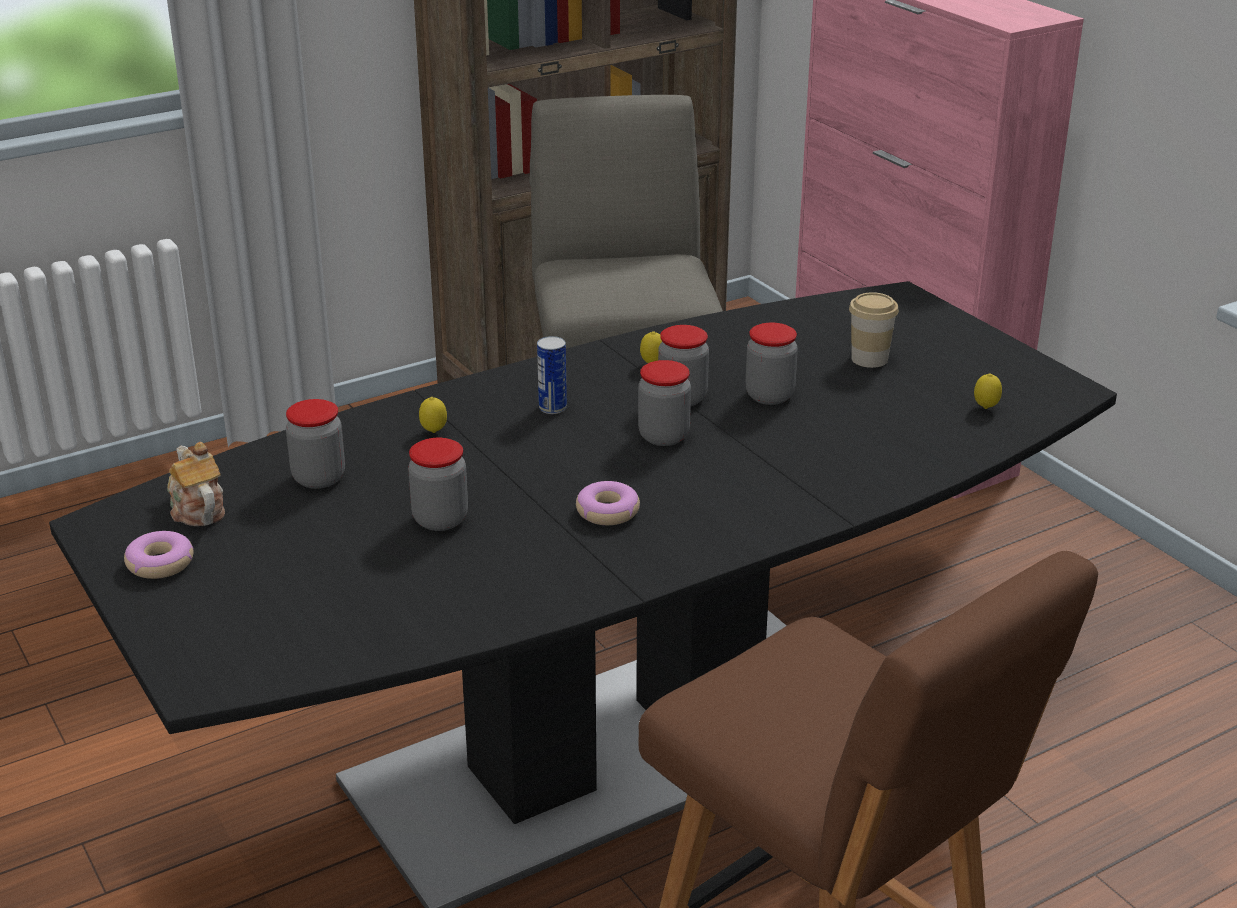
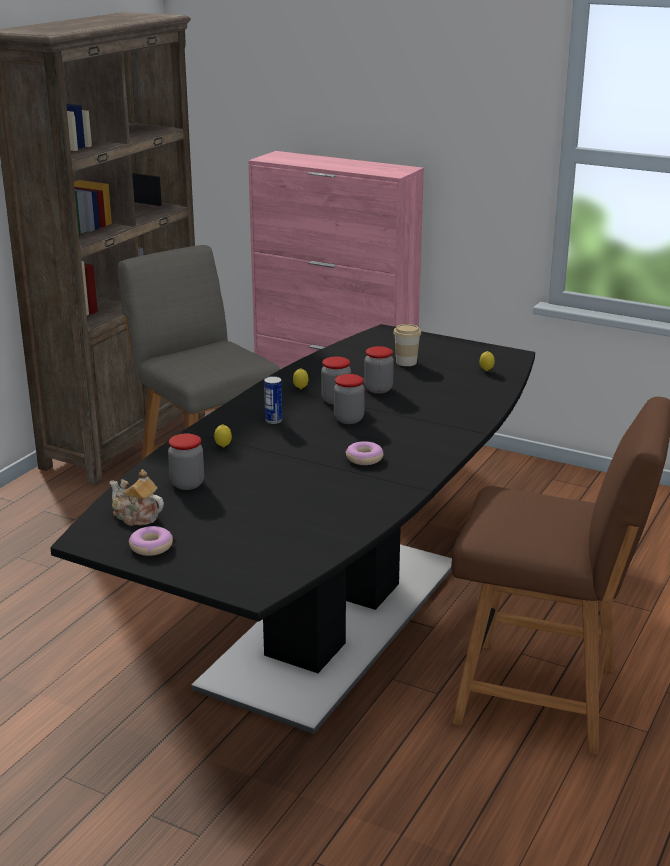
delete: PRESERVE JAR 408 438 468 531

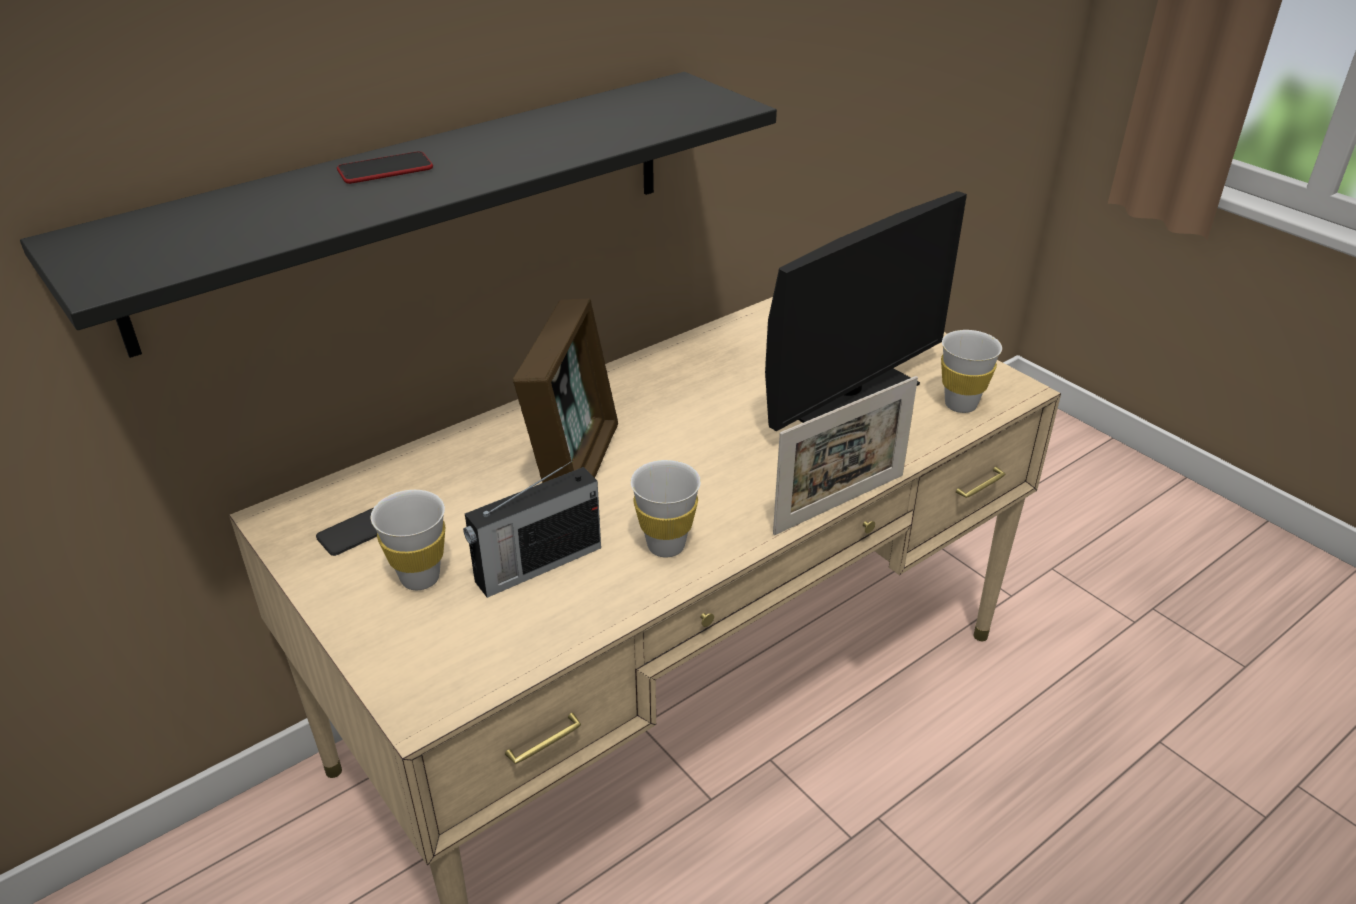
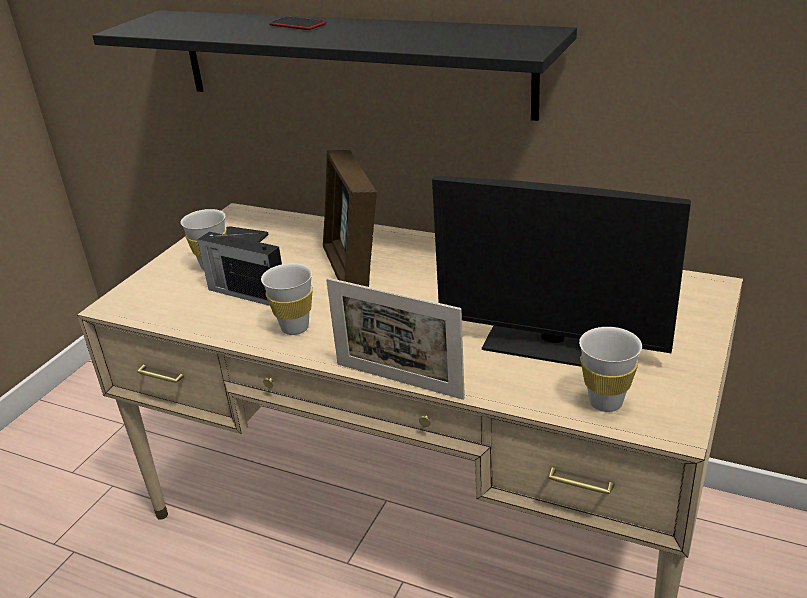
rotate: STANDING FRAME 513 298 618 483 = 323 150 377 287 90 degrees clockwise

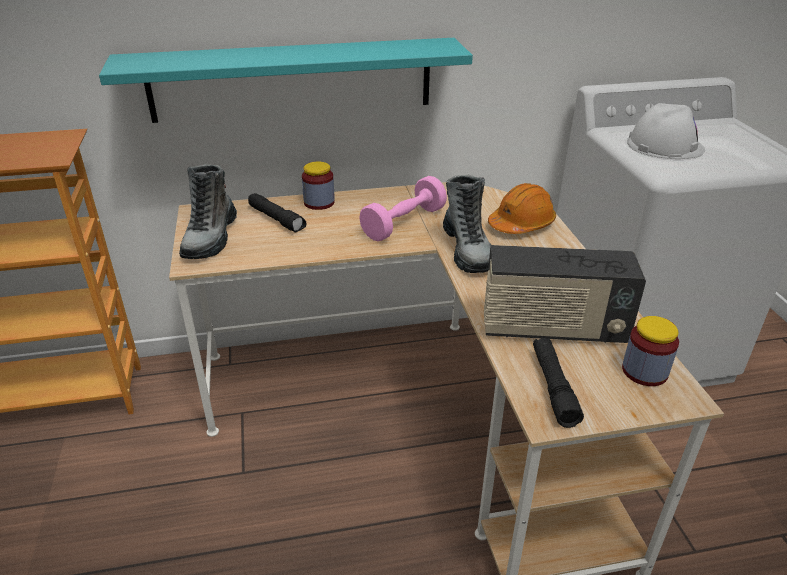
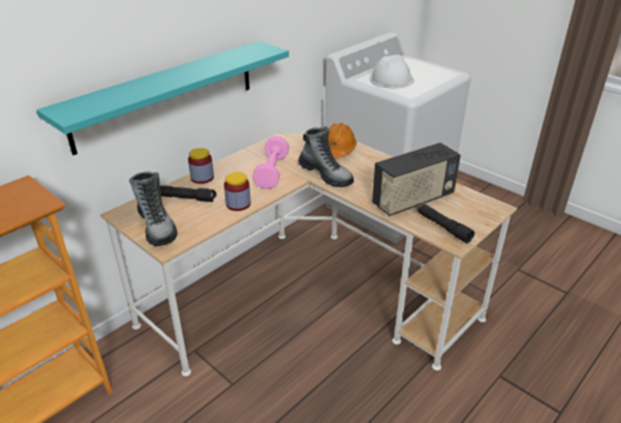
move: PRESERVE JAR 622 316 679 386 to 224 172 251 211

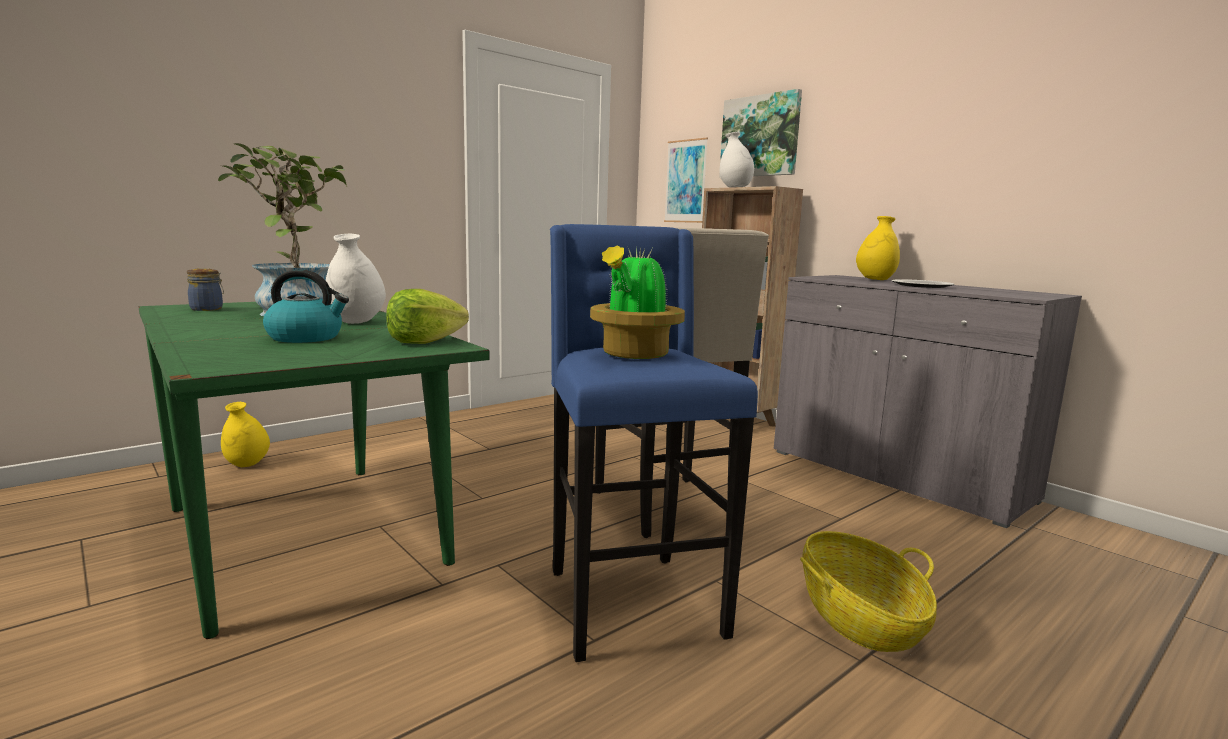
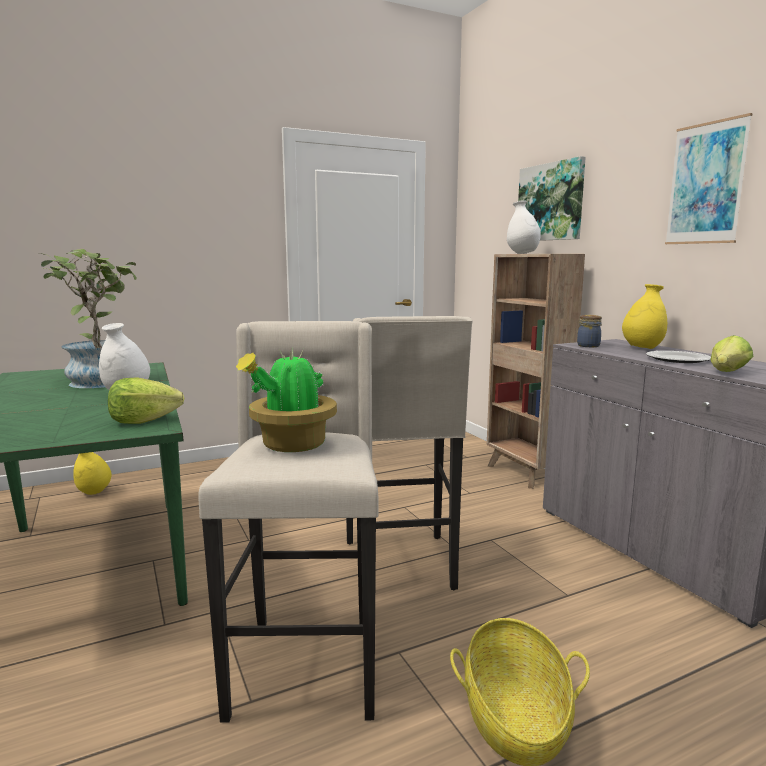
delete: KETTLE 263 270 349 343
insert: HEAD OF LETTUCE 710 335 753 372
move: PRESERVE JAR 187 268 224 311 to 577 315 602 347; PICTURE 664 138 708 223 to 665 113 753 244
recolor: BLUE-COLOURED STOOL SEAT 550 224 758 662 to BEIGE STOOL SEAT 198 321 378 722

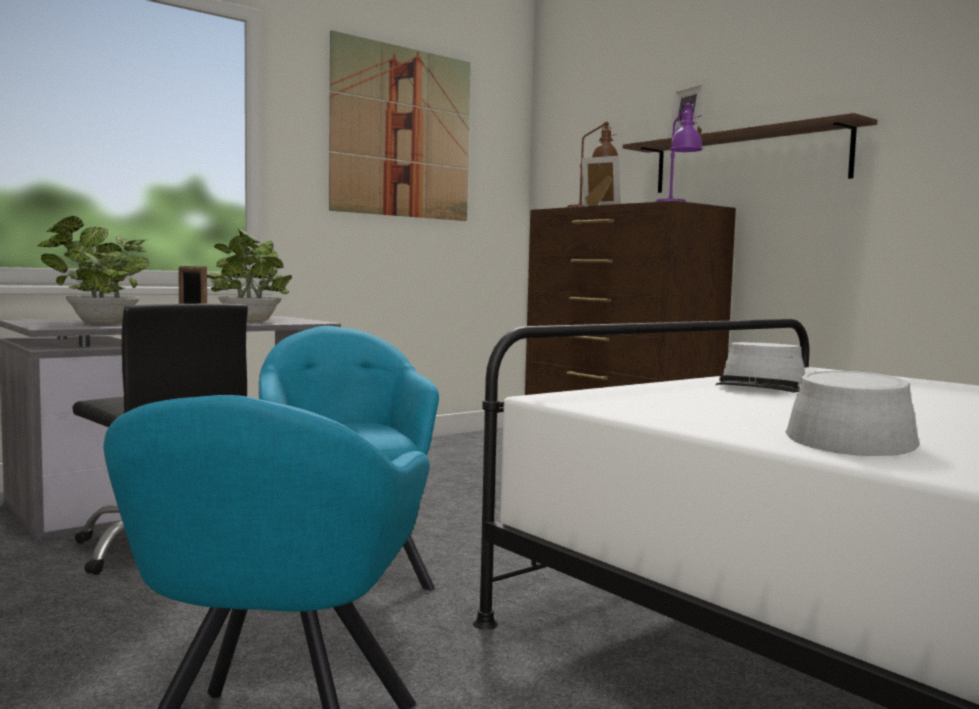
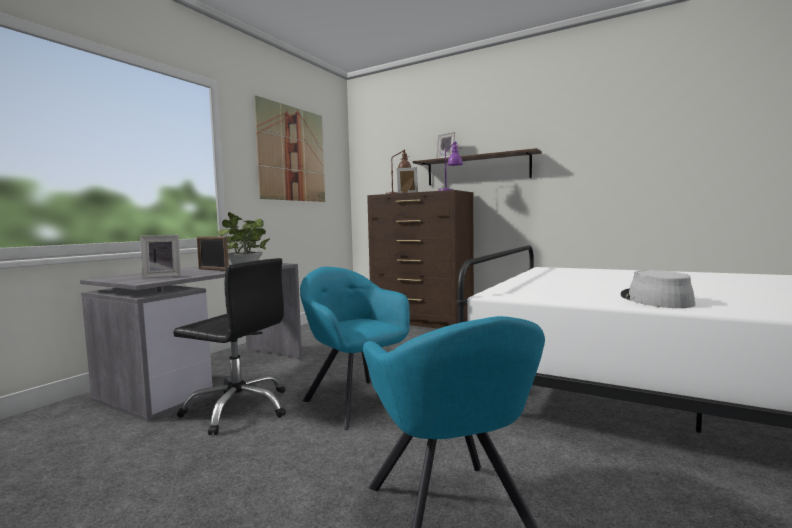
delete: GREYISH CLOTHING HAT 716 342 805 393
replace: POTTED PLANT 37 216 149 324 to STANDING FRAME 140 235 181 278

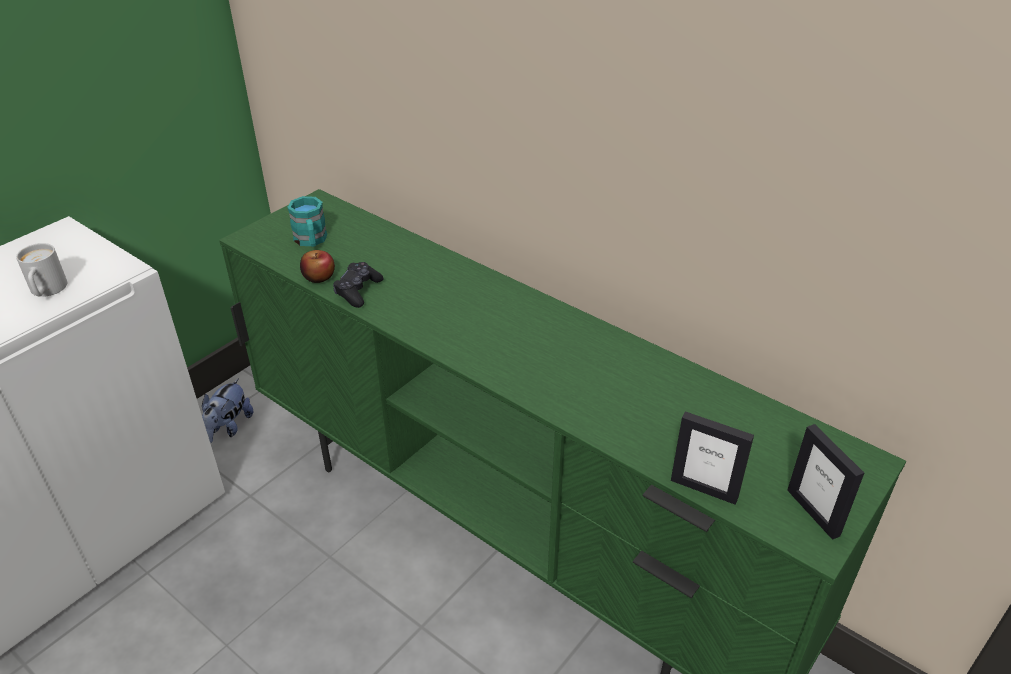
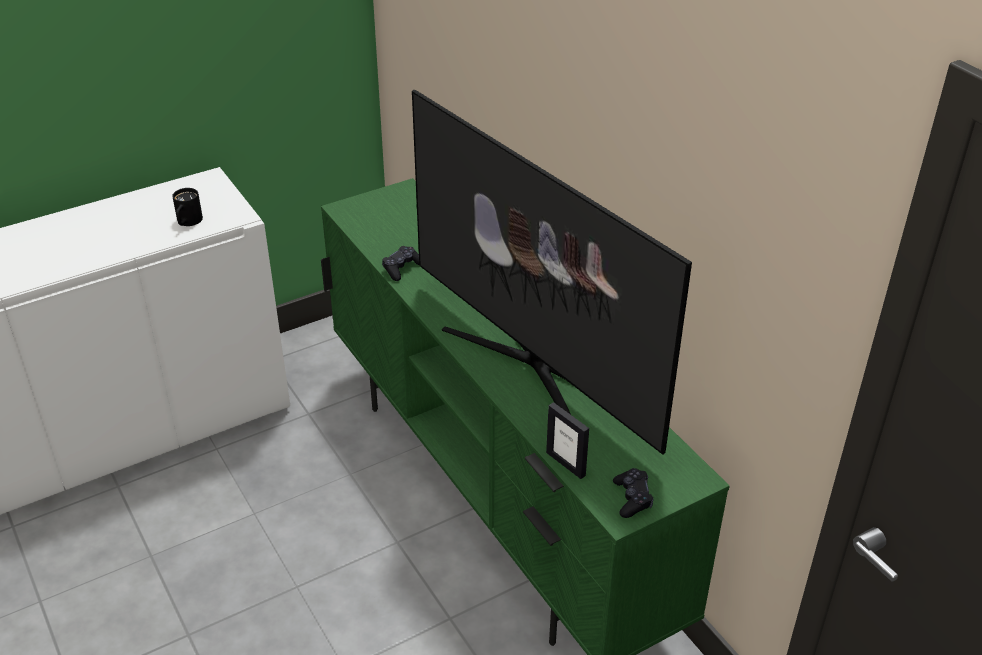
delete: CUDDLY TOY 202 378 254 443; BLUE-GREEN COFFEE MUG 287 196 327 247; WHOLE APPLE 300 250 335 283
insert: TV SET 412 90 692 455
replace: STANDING FRAME 787 424 864 540 to BLACKISH GAMEPAD 613 468 654 518
recolor: WHITE COFFEE MUG 16 243 67 297 to BLACKISH COFFEE MUG 172 188 203 226

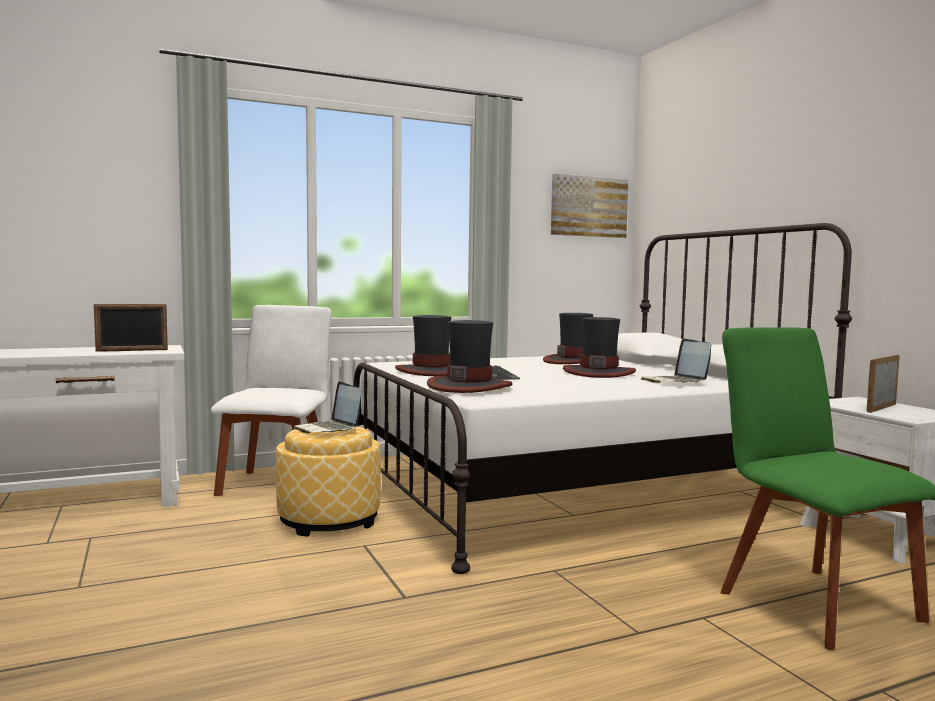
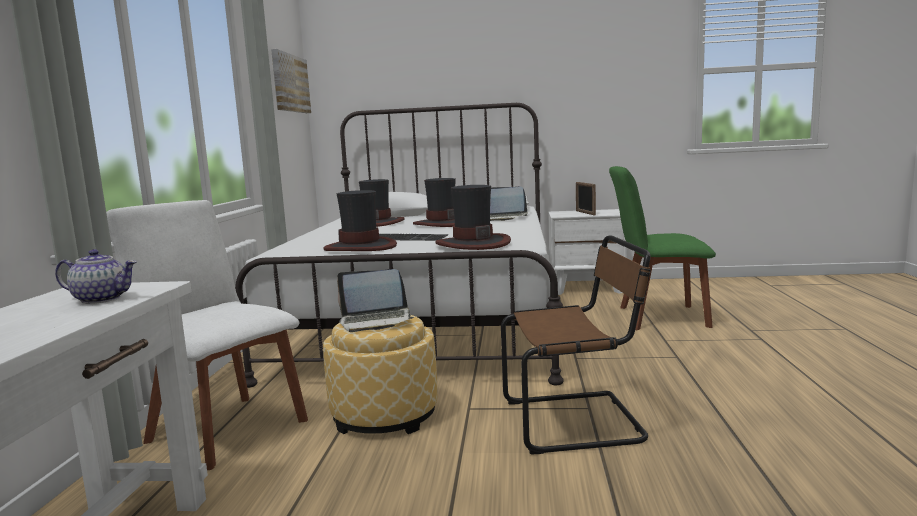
insert: BROWN-COLOURED CHAIR 501 235 651 454
replace: STANDING FRAME 94 304 168 352 to TEAPOT 55 249 137 304

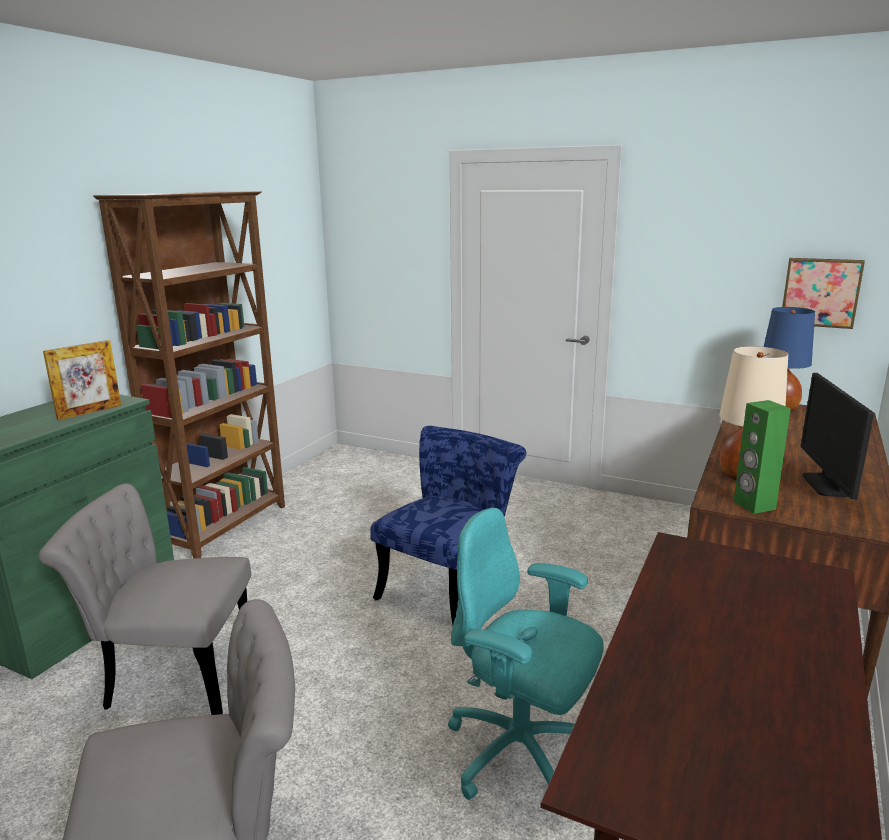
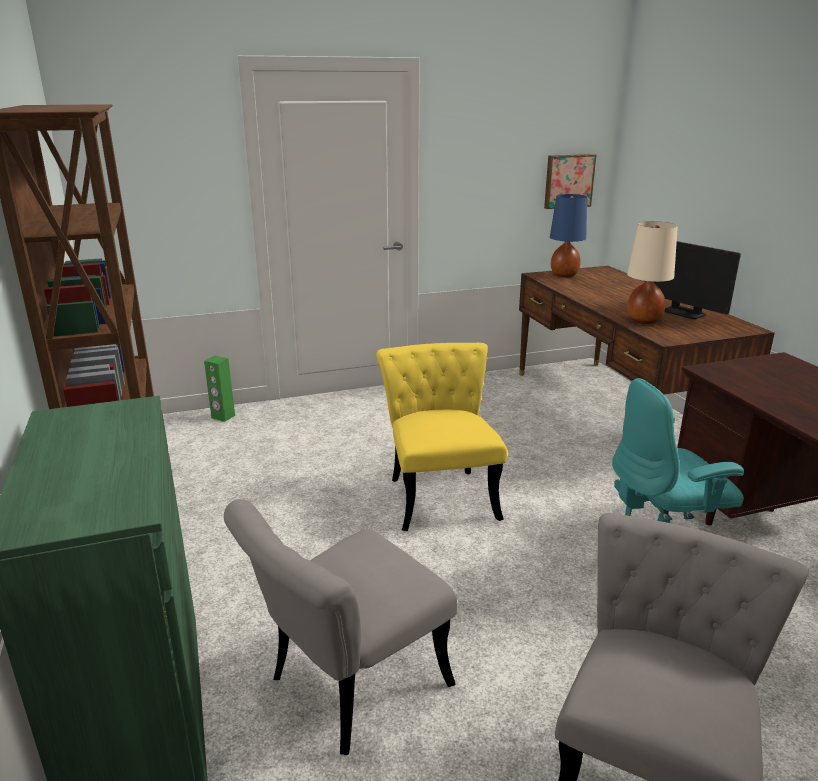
delete: STANDING FRAME 43 340 121 420
move: GREEN-COLOURED SPEAKER 733 400 791 514 to 204 356 235 422
recolor: BLUE-COLOURED CHAIR 370 426 526 625 to YELLOWISH CHAIR 376 343 507 531

